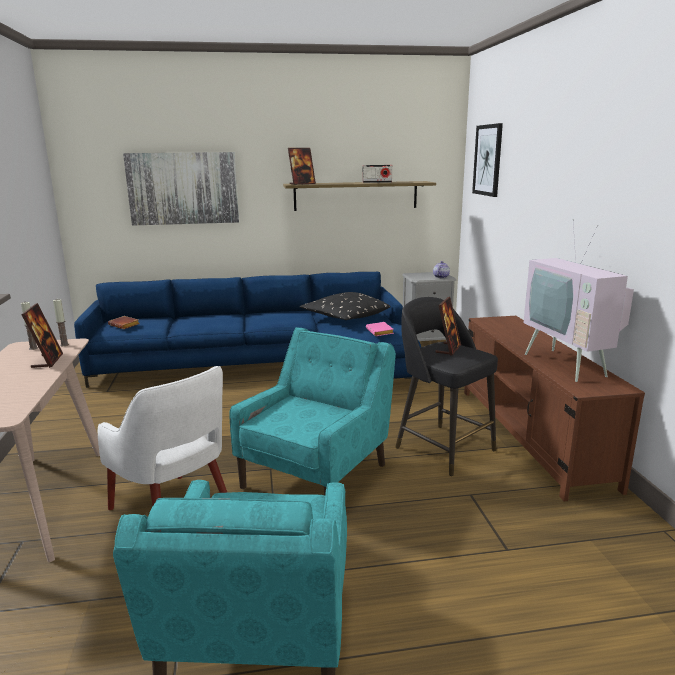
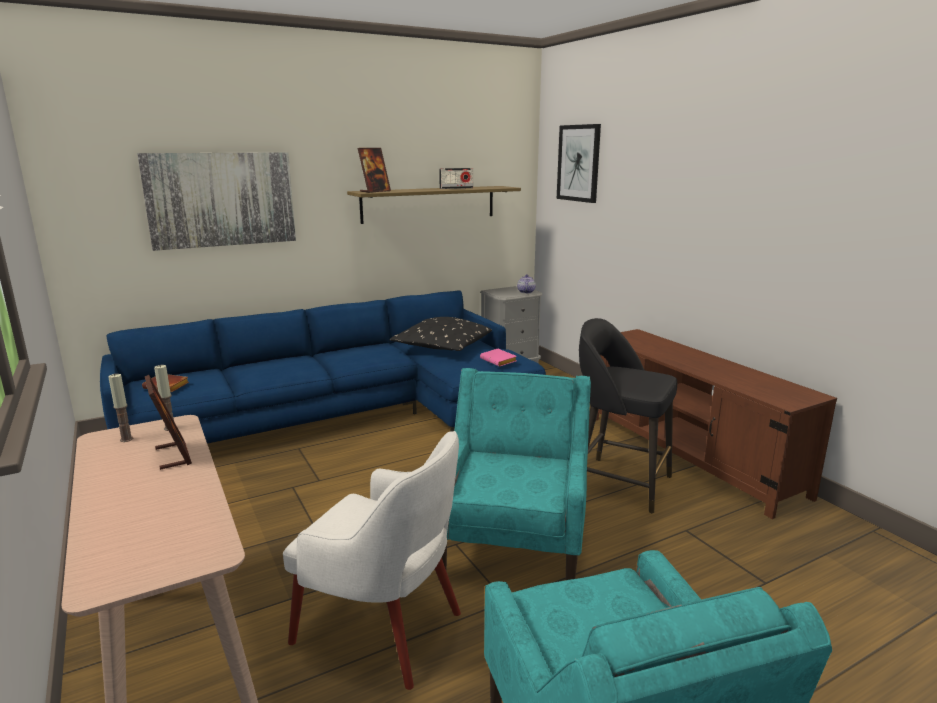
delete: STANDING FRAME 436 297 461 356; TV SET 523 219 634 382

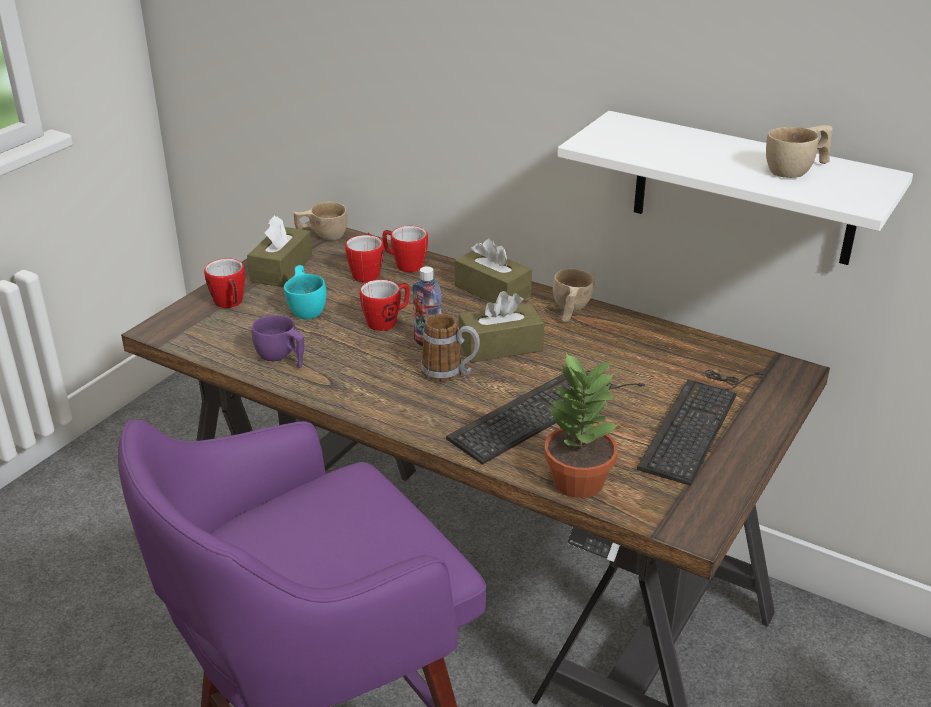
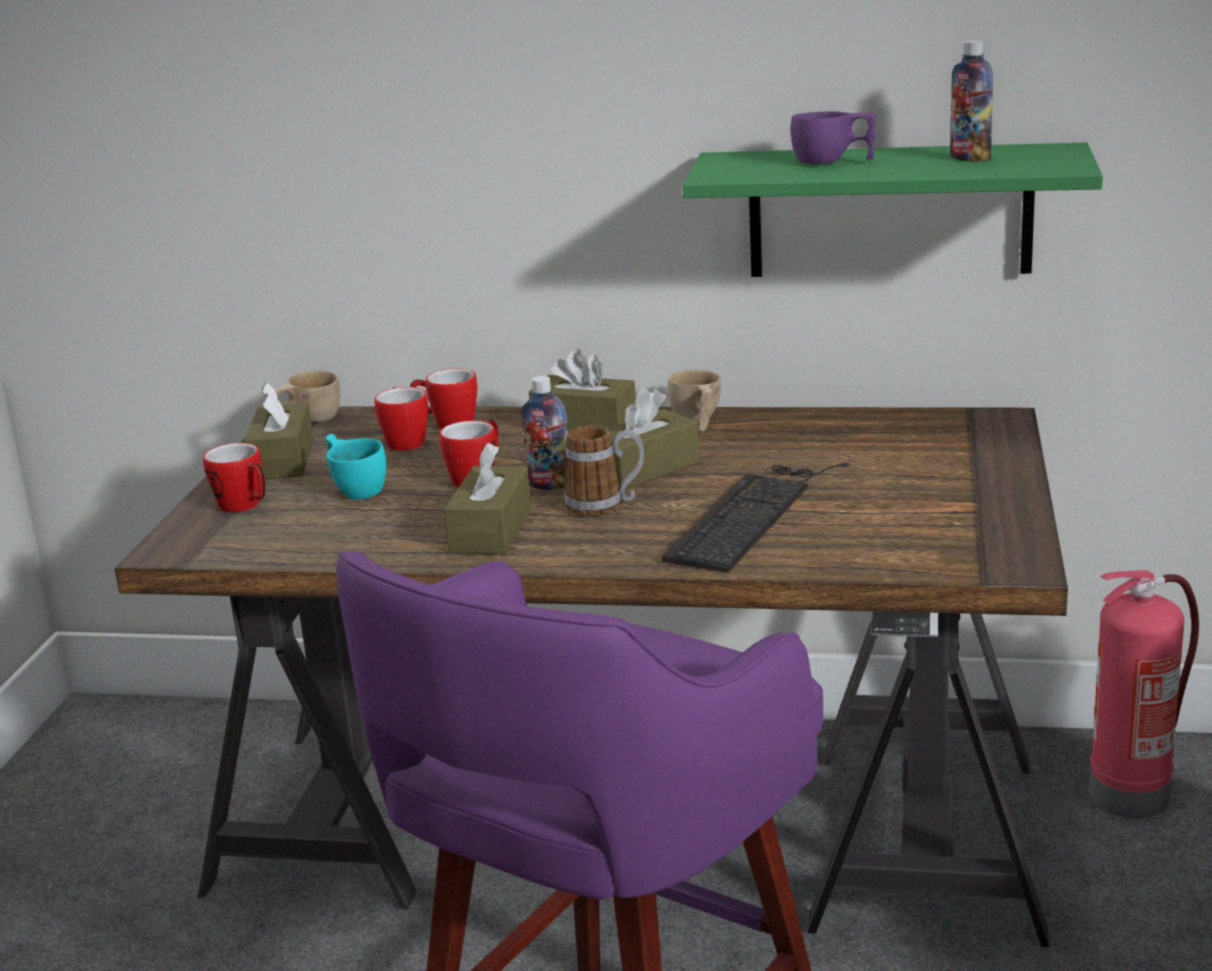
delete: POTTED PLANT 544 353 619 498; KEYBOARD 637 370 765 486
insert: BROWN-COLOURED TISSUE HOLDER 444 443 532 555; FIRE-FIGHTING CYLINDER 1089 570 1199 818
move: PURPLE-COLOURED CUP 252 315 304 368 to 791 112 876 164
replace: BEIGE CUP 766 125 833 178 to DRINK BOTTLE 950 40 993 162
recolor: WHITE BRACKET SHELF 557 111 913 265 to GREEN-COLOURED BRACKET SHELF 683 142 1103 277

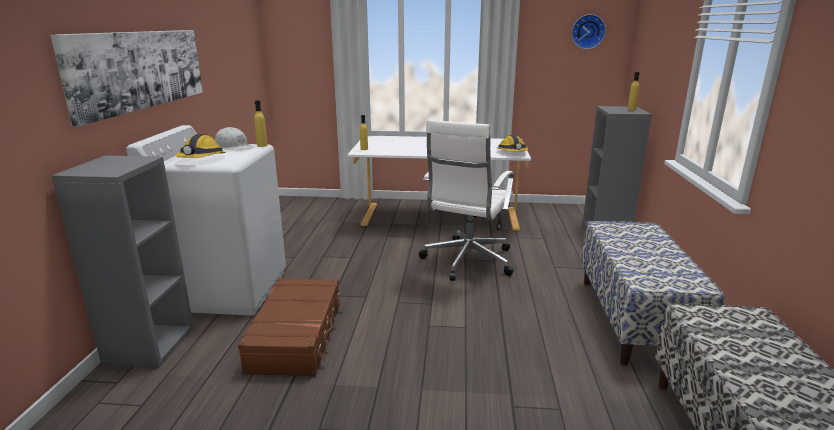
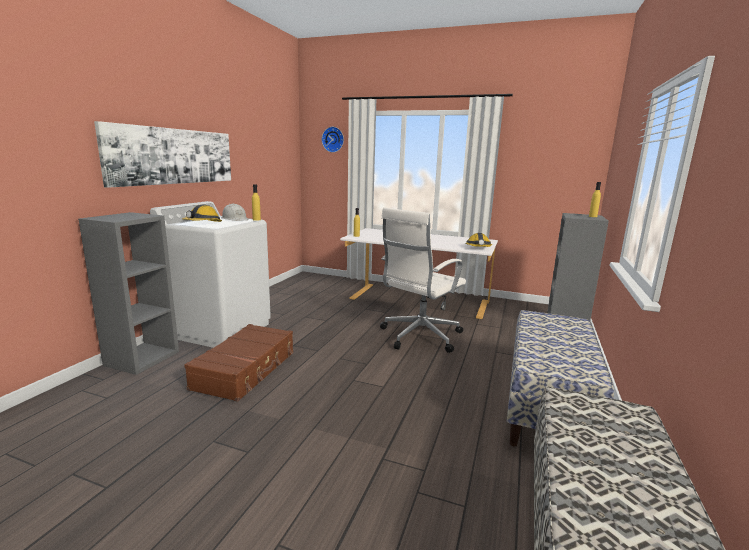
move: HANGING CLOCK 572 14 606 49 to 322 127 344 152

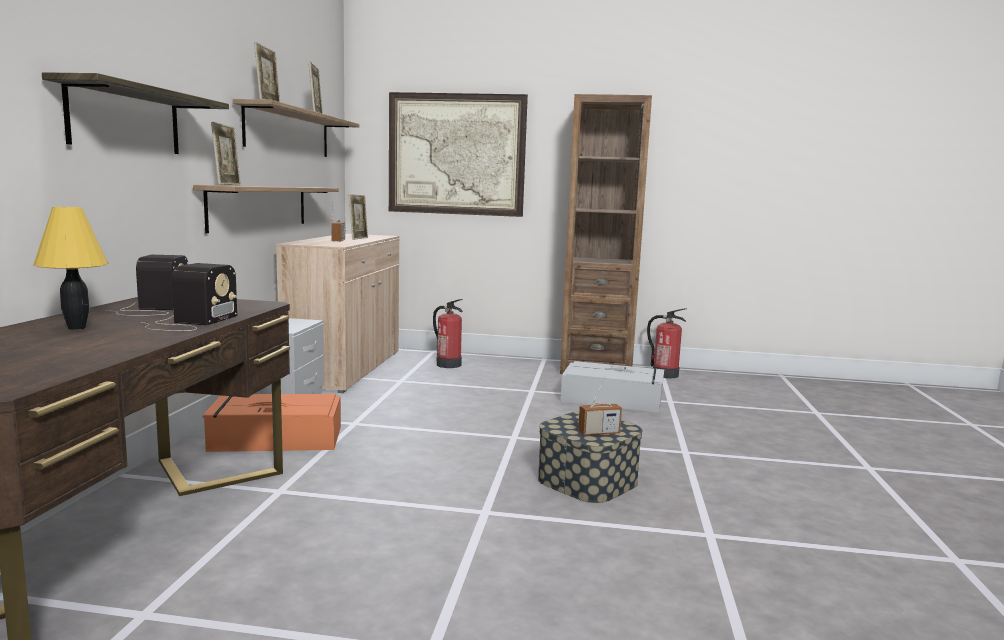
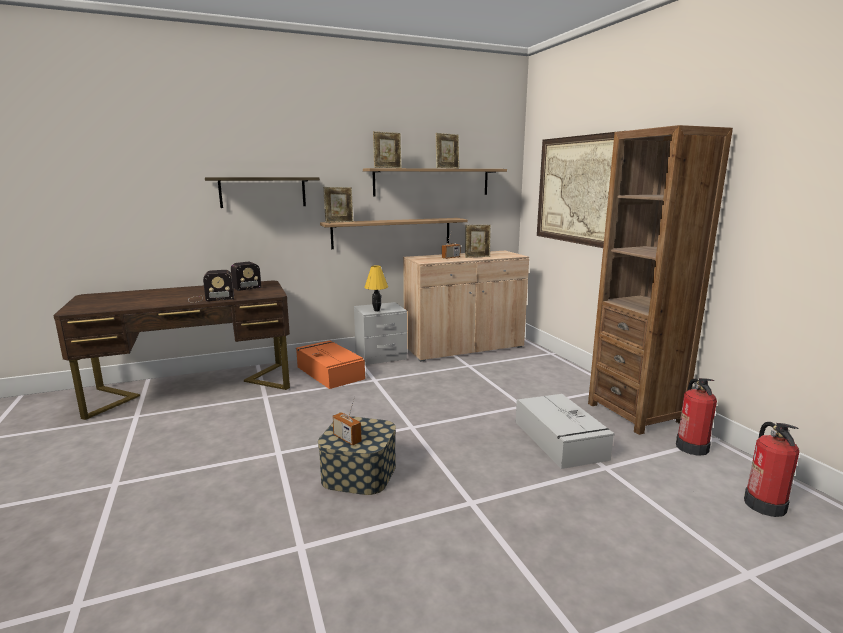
move: YELLOWISH LAMP FOR A TABLE 33 207 108 330 to 364 266 388 312; FIRE-FIGHTING CYLINDER 433 299 463 368 to 744 422 799 517

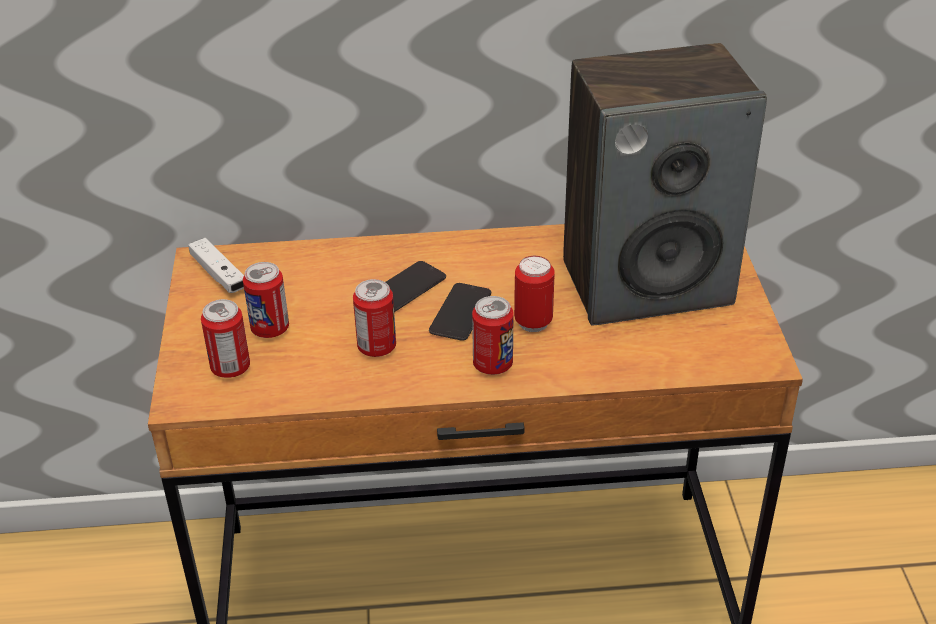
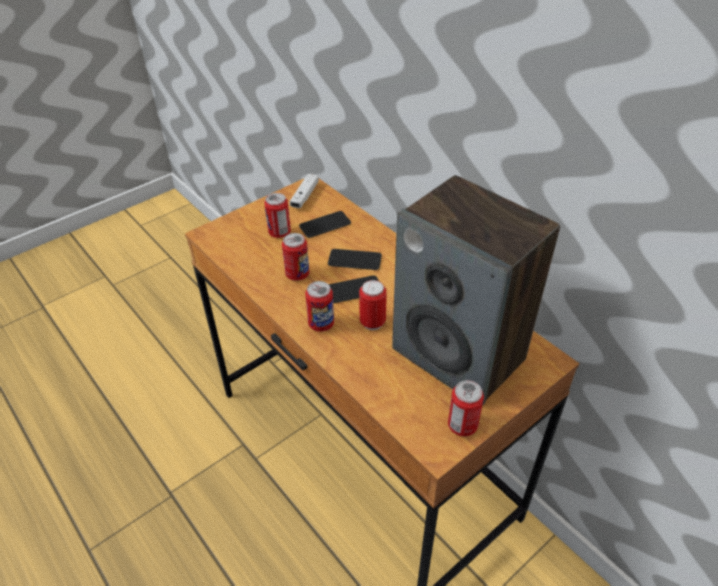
insert: TELEPHONE 299 211 351 238
move: SEALED CAN 201 299 250 378 to 448 380 484 437

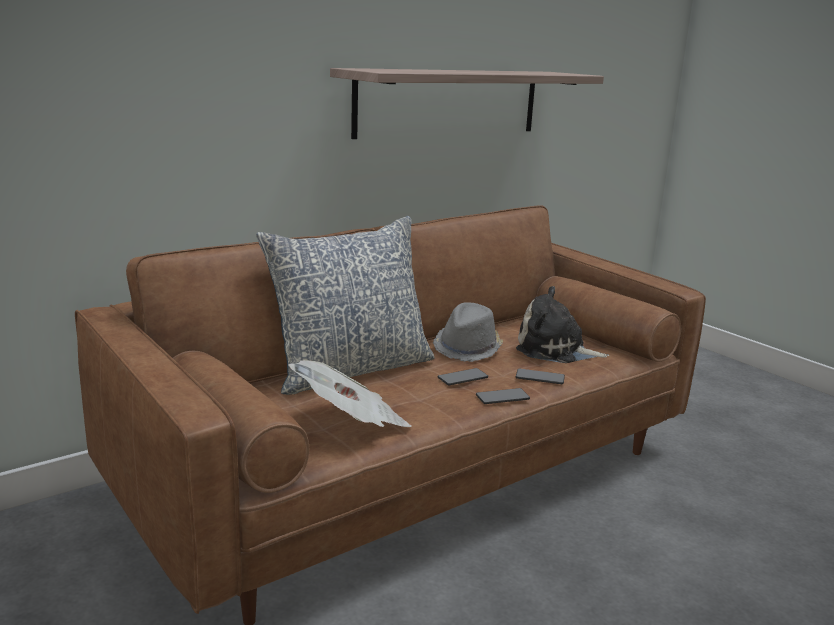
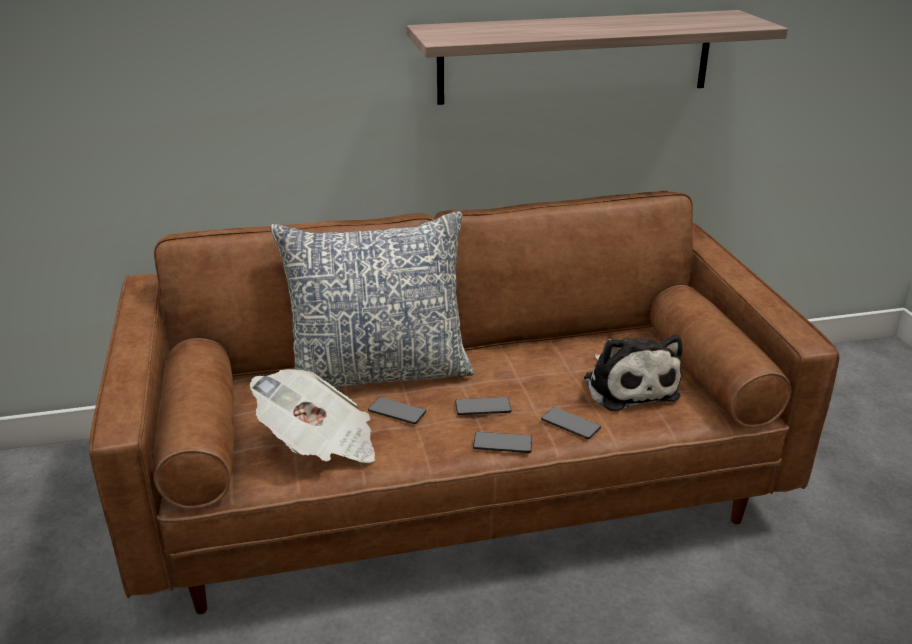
delete: GREYISH CLOTHING HAT 433 302 503 362
insert: TELEPHONE 368 397 426 424
rotate: CUDDLY TOY 516 286 609 363 = 584 335 682 412 150 degrees counterclockwise

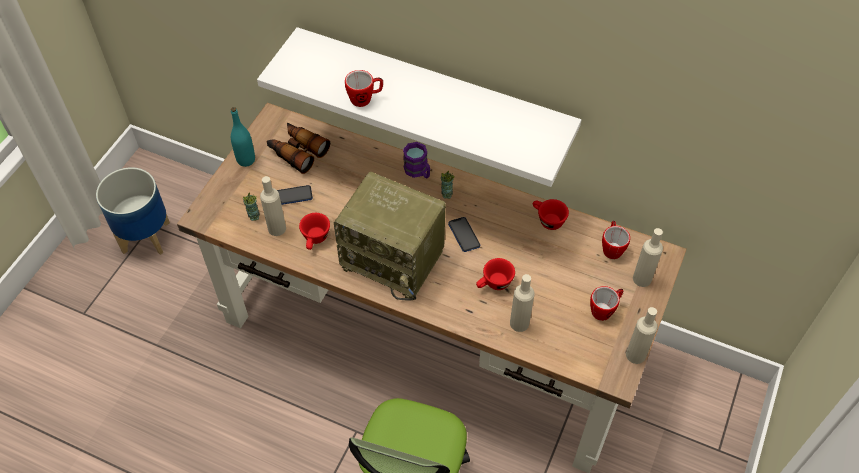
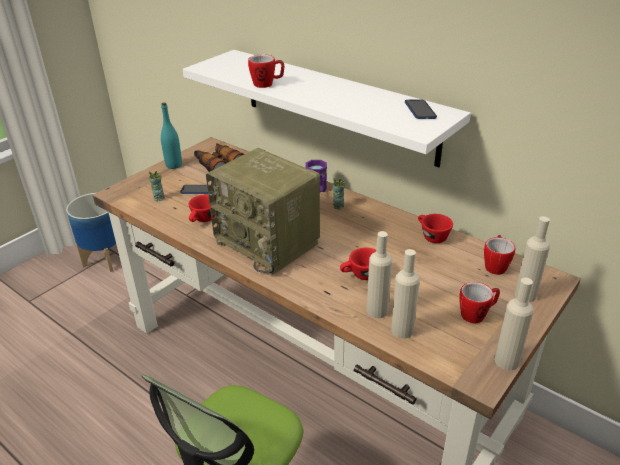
move: BEIGE DRINK BOTTLE 260 176 286 236 to 391 249 420 338; TELEPHONE 448 217 480 252 to 405 100 437 119

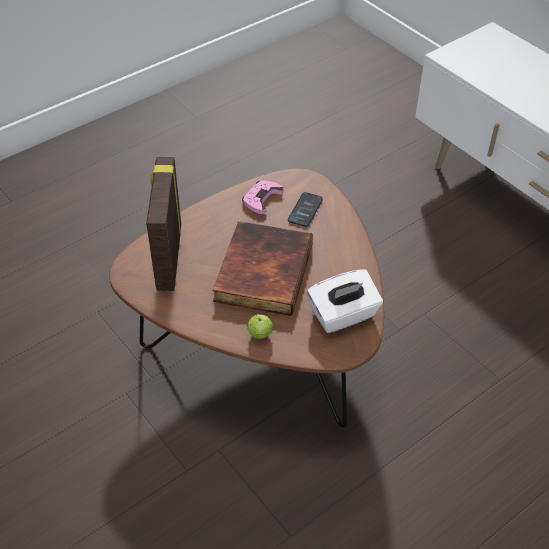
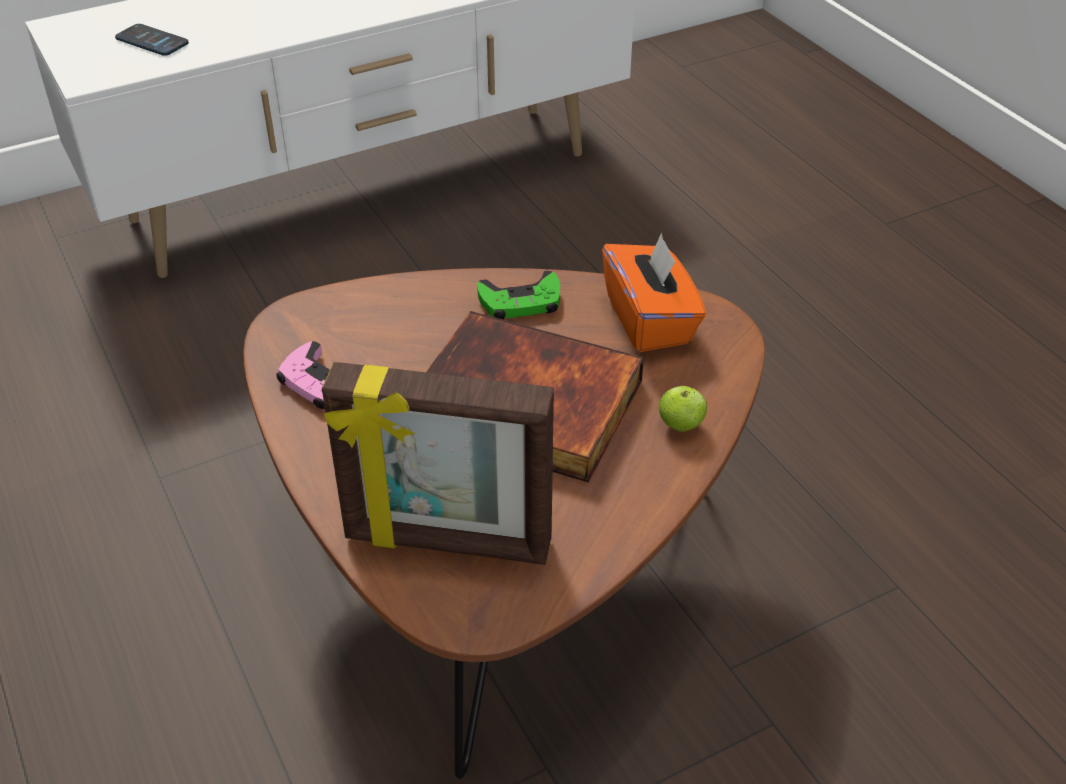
insert: GREEN-COLOURED GAMEPAD 477 271 560 320
move: TELEPHONE 288 192 323 227 to 115 24 189 56
recolor: WHITE TISSUE HOLDER 307 269 383 333 to ORANGE TISSUE HOLDER 602 232 706 352

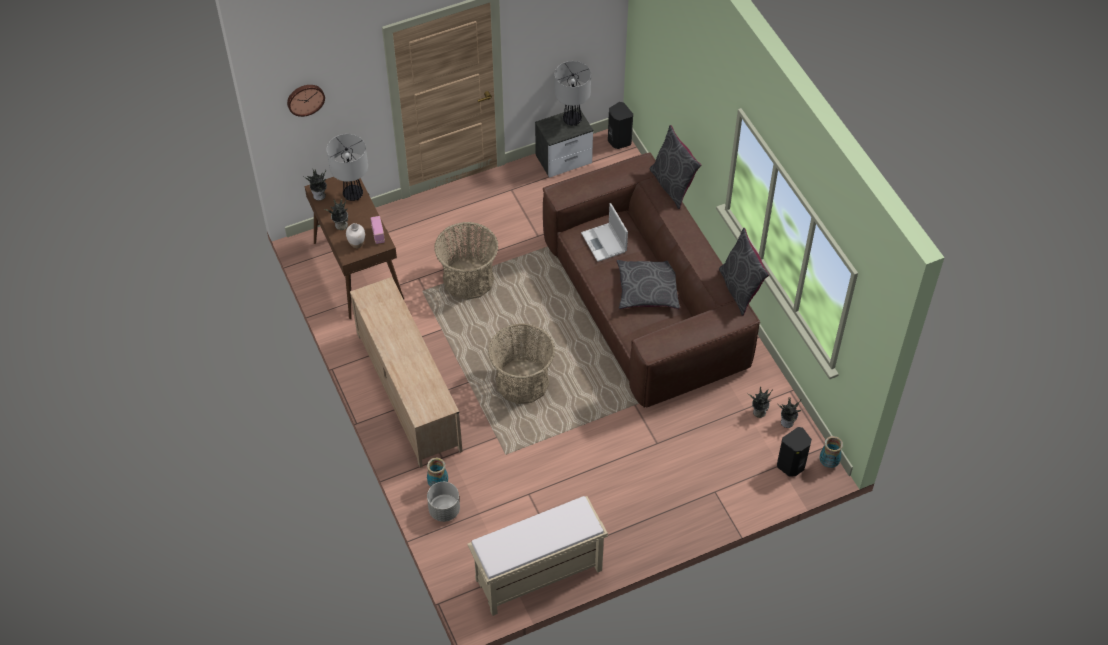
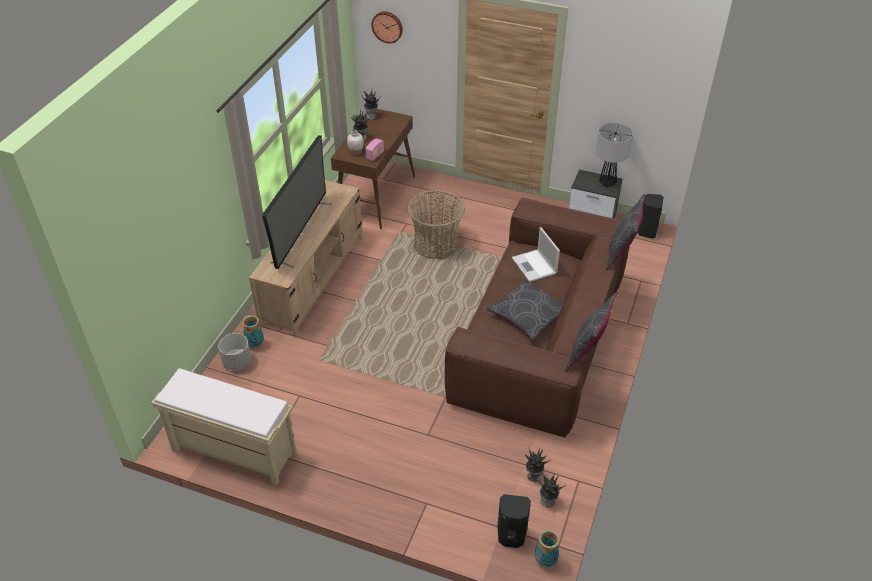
delete: LAMP FOR A TABLE 327 134 368 201; STORAGE BASKET 488 323 555 404
insert: TV SET 262 135 332 269
rotate: PORTABLE COMPUTER 581 203 628 262 = 512 227 560 282 45 degrees counterclockwise

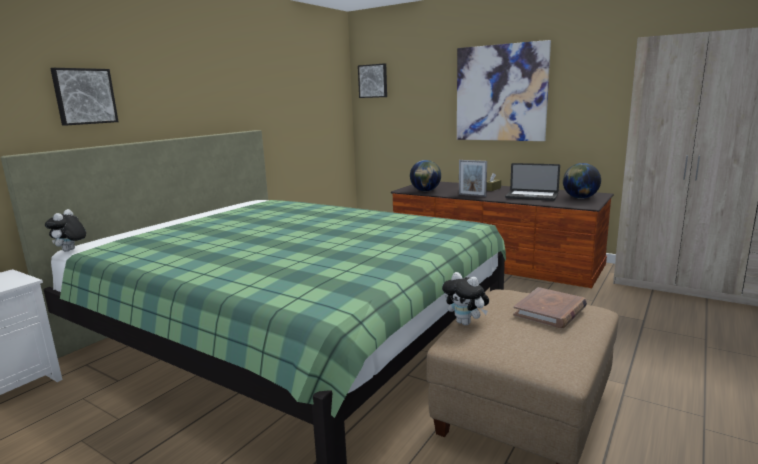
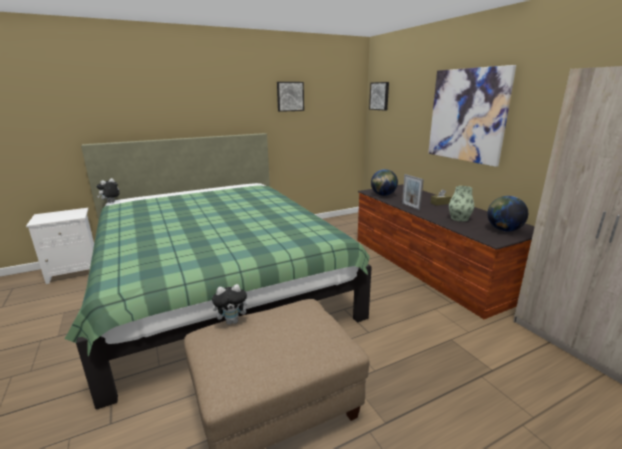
delete: BROWN-COLOURED VOLUME 513 287 587 328
move: PICTURE 50 68 119 126 to 277 82 304 112
replace: PORTABLE COMPUTER 505 163 560 201 to VASE 449 186 474 222
rotate: CUDDLY TOY 442 272 489 325 = 212 284 252 325 90 degrees counterclockwise

